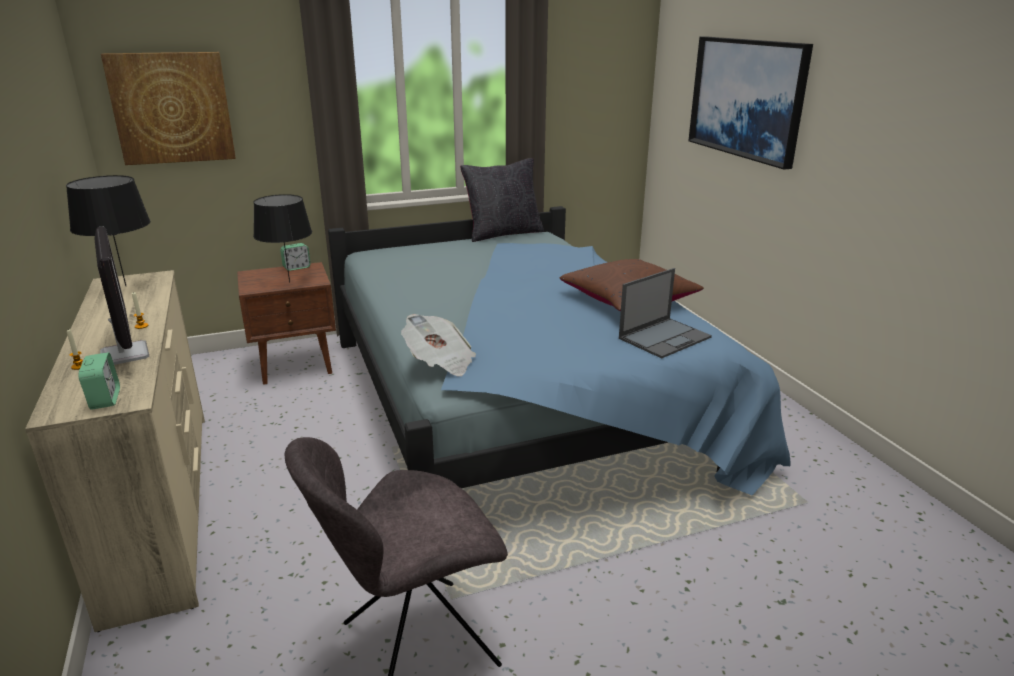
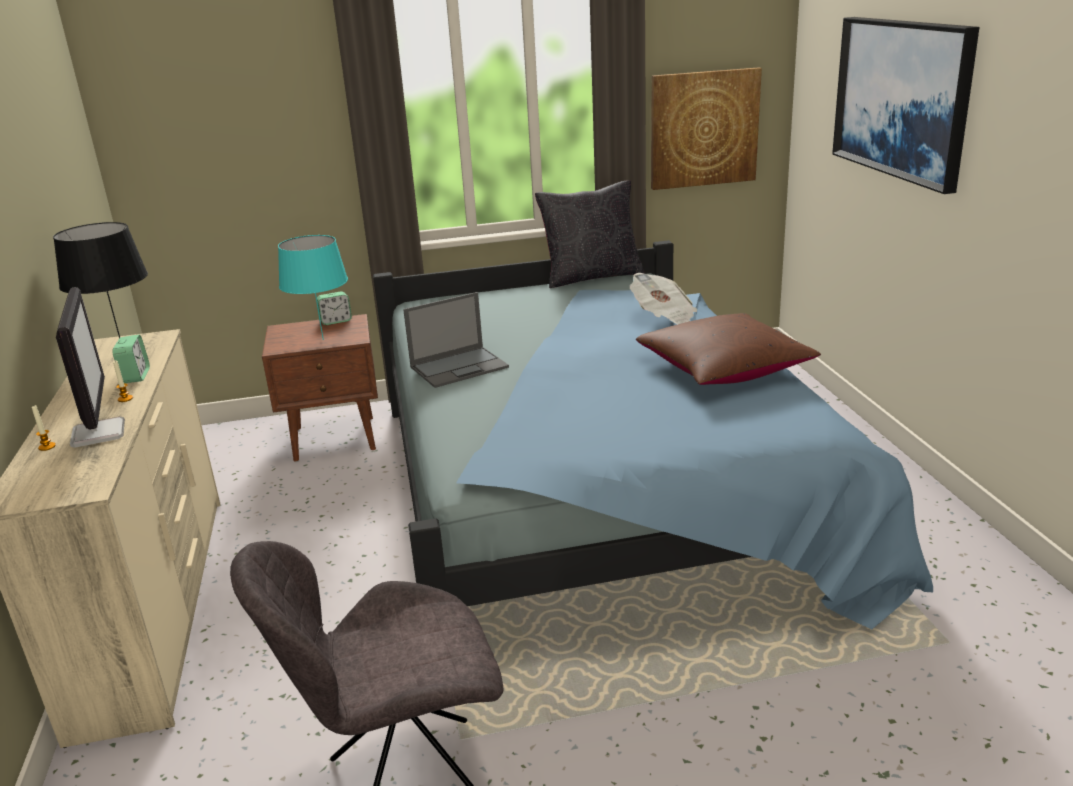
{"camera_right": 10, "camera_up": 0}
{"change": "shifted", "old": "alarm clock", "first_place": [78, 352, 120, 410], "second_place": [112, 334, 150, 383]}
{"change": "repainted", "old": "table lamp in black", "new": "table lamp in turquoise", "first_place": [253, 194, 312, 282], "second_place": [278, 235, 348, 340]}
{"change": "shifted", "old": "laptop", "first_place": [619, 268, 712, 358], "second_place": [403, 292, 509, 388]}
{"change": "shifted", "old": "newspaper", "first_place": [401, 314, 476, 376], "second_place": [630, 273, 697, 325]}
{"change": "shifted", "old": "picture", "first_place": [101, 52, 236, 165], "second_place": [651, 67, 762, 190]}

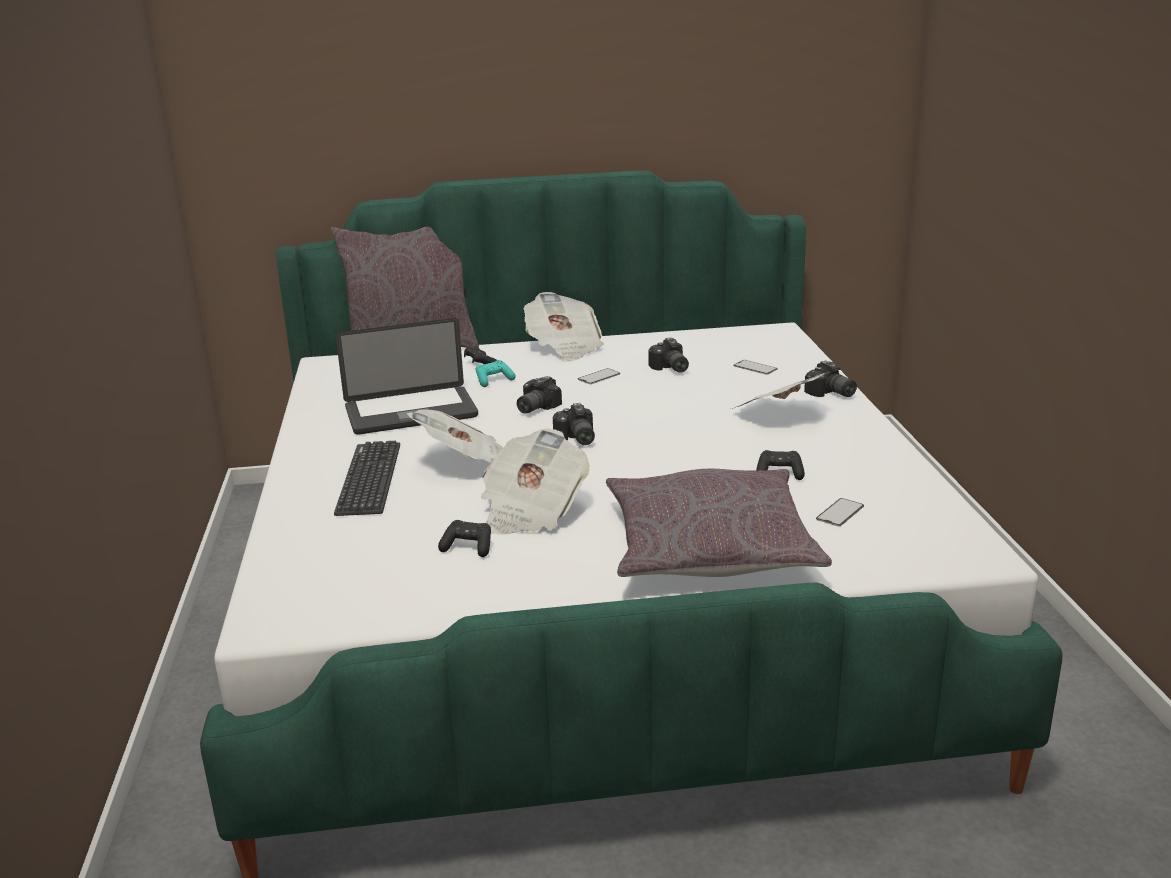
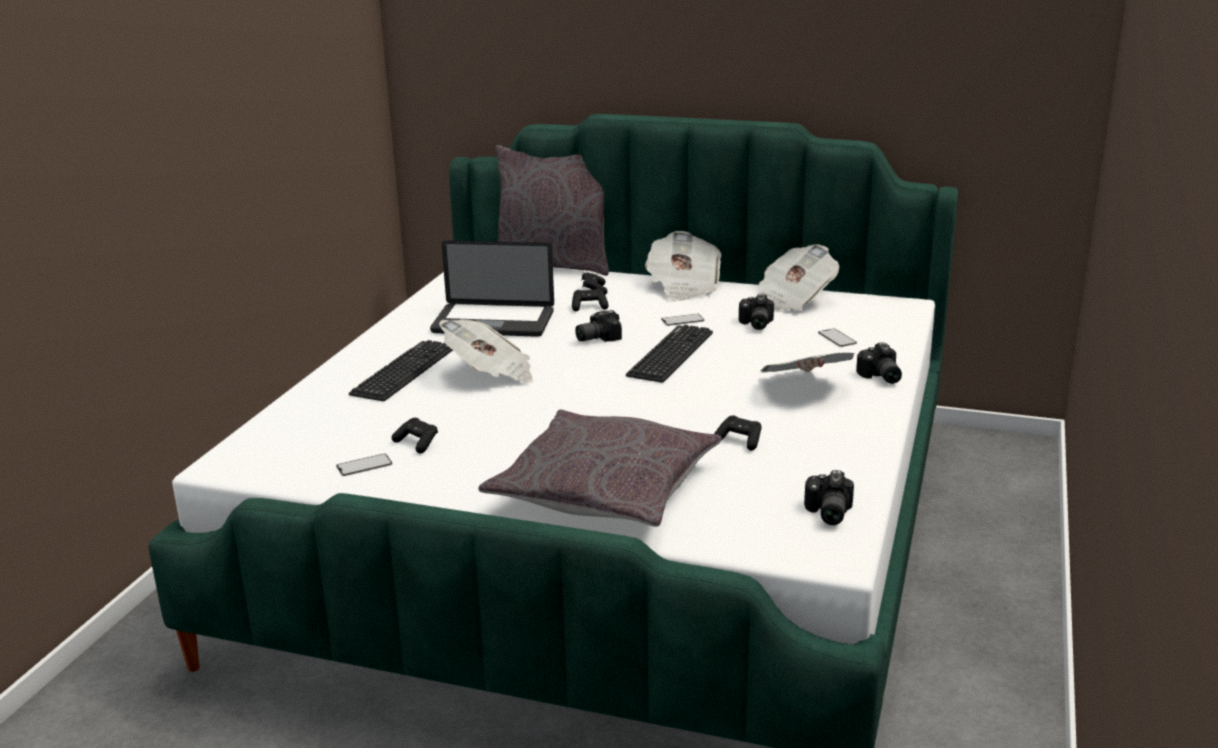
{"camera_right": 25, "camera_up": 0}
{"change": "shifted", "old": "phone", "first_place": [816, 498, 864, 526], "second_place": [336, 454, 392, 476]}
{"change": "repainted", "old": "game controller in turquoise", "new": "game controller in black", "first_place": [476, 360, 516, 387], "second_place": [572, 289, 609, 311]}
{"change": "new", "new": "keyboard", "second_place": [626, 325, 713, 383]}
{"change": "shifted", "old": "newspaper", "first_place": [481, 429, 590, 535], "second_place": [759, 244, 839, 311]}
{"change": "shifted", "old": "photo camera", "first_place": [553, 403, 595, 445], "second_place": [804, 470, 854, 525]}

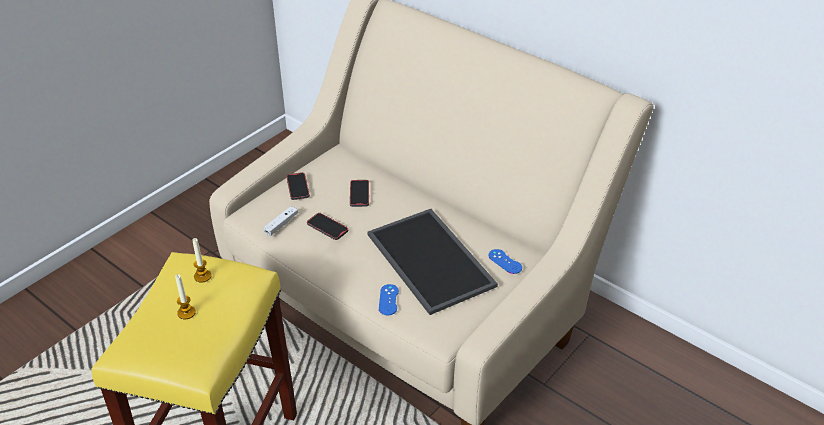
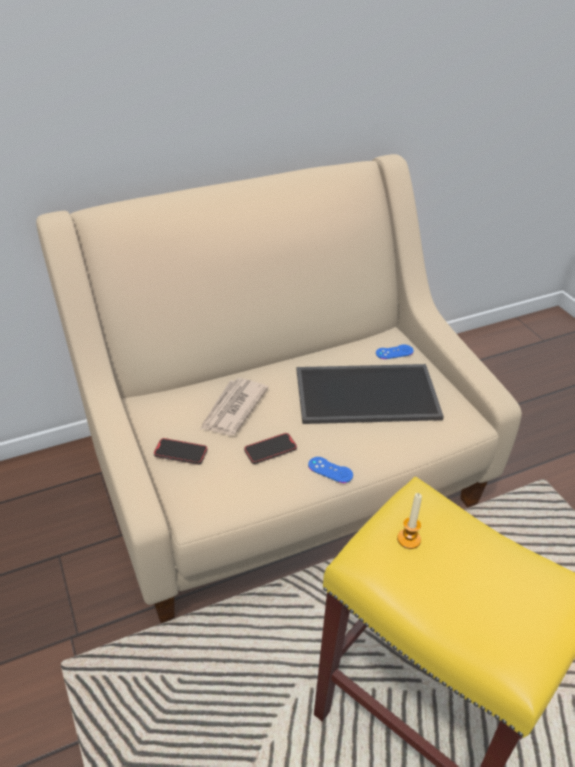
{"camera_right": -65, "camera_up": 0}
{"change": "swapped", "old": "phone", "new": "newspaper", "first_place": [350, 180, 369, 207], "second_place": [200, 378, 268, 435]}
{"change": "shifted", "old": "game controller in blue", "first_place": [379, 284, 399, 316], "second_place": [308, 457, 353, 483]}
{"change": "gone", "old": "candle", "first_place": [175, 274, 196, 319]}
{"change": "gone", "old": "game controller in white", "first_place": [263, 206, 298, 236]}

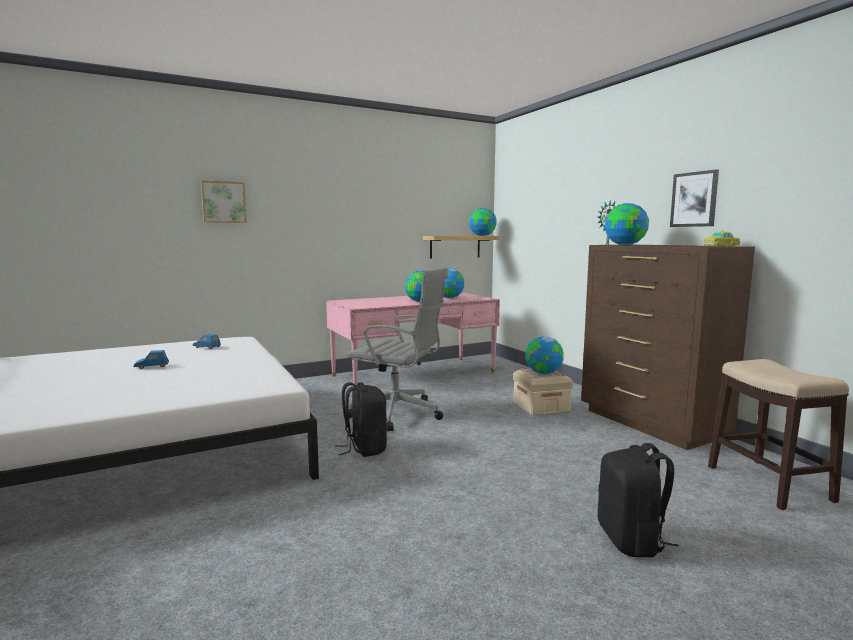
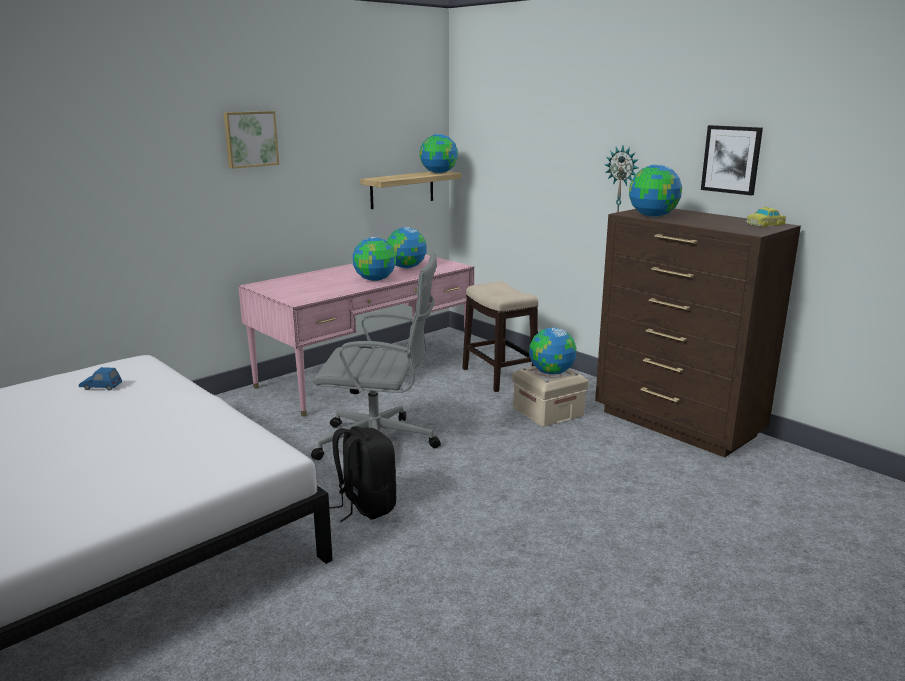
{"camera_right": -15, "camera_up": 10}
{"change": "shifted", "old": "picture", "first_place": [201, 180, 247, 223], "second_place": [224, 111, 279, 169]}
{"change": "shifted", "old": "stool", "first_place": [708, 359, 849, 510], "second_place": [463, 281, 538, 392]}
{"change": "gone", "old": "toy car in blue", "first_place": [133, 350, 169, 369]}
{"change": "gone", "old": "backpack in black", "first_place": [598, 443, 679, 557]}

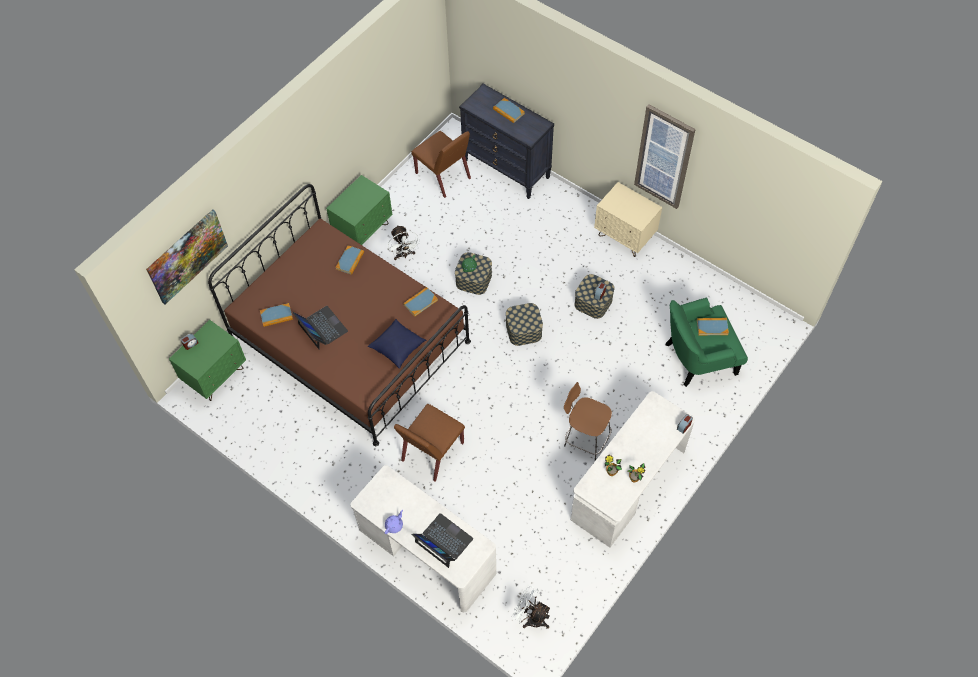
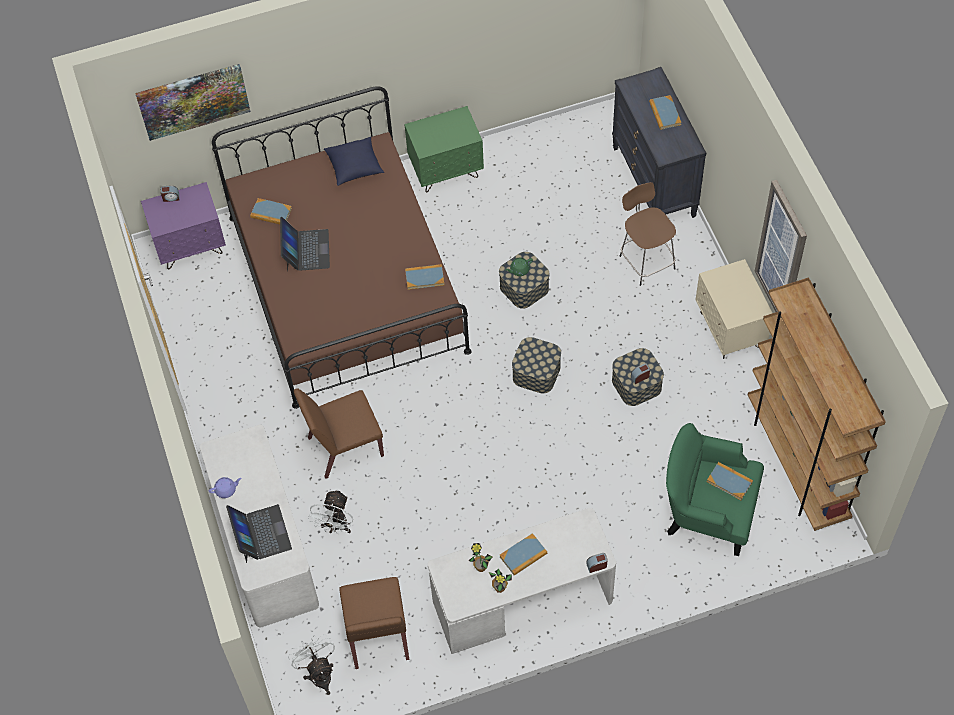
{"camera_right": 35, "camera_up": 0}
{"change": "repainted", "old": "nightstand in green", "new": "nightstand in purple", "first_place": [169, 320, 246, 401], "second_place": [141, 182, 226, 269]}
{"change": "shifted", "old": "fan in white", "first_place": [388, 225, 420, 260], "second_place": [308, 489, 353, 534]}
{"change": "shifted", "old": "pillow in blue", "first_place": [368, 319, 426, 369], "second_place": [324, 137, 384, 186]}
{"change": "shifted", "old": "chair in brown", "first_place": [411, 131, 471, 198], "second_place": [339, 577, 409, 669]}
{"change": "shifted", "old": "book", "first_place": [335, 245, 364, 275], "second_place": [500, 533, 547, 575]}
{"change": "shifted", "old": "stool in brown", "first_place": [564, 382, 612, 461], "second_place": [620, 182, 676, 286]}
{"change": "new", "new": "bookcase in brown", "second_place": [748, 277, 886, 531]}

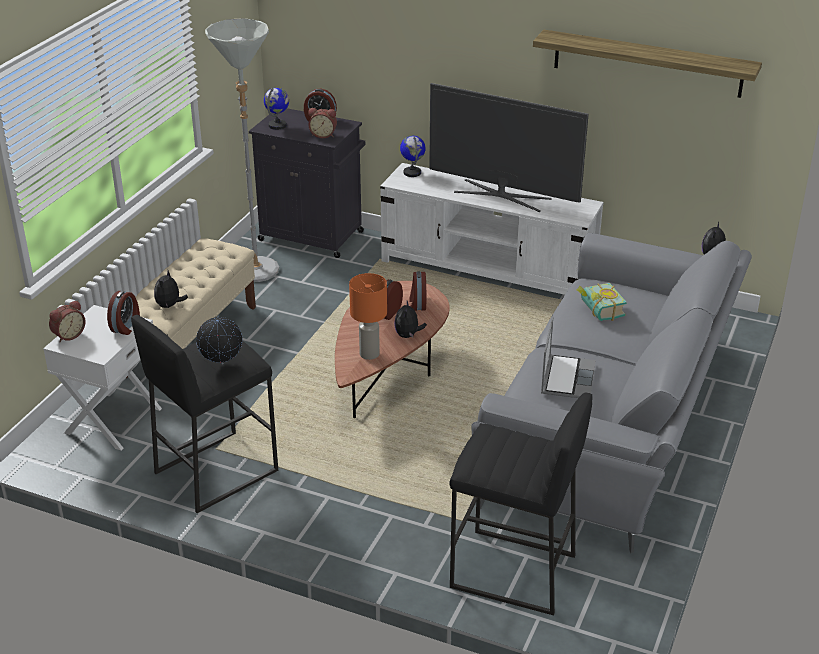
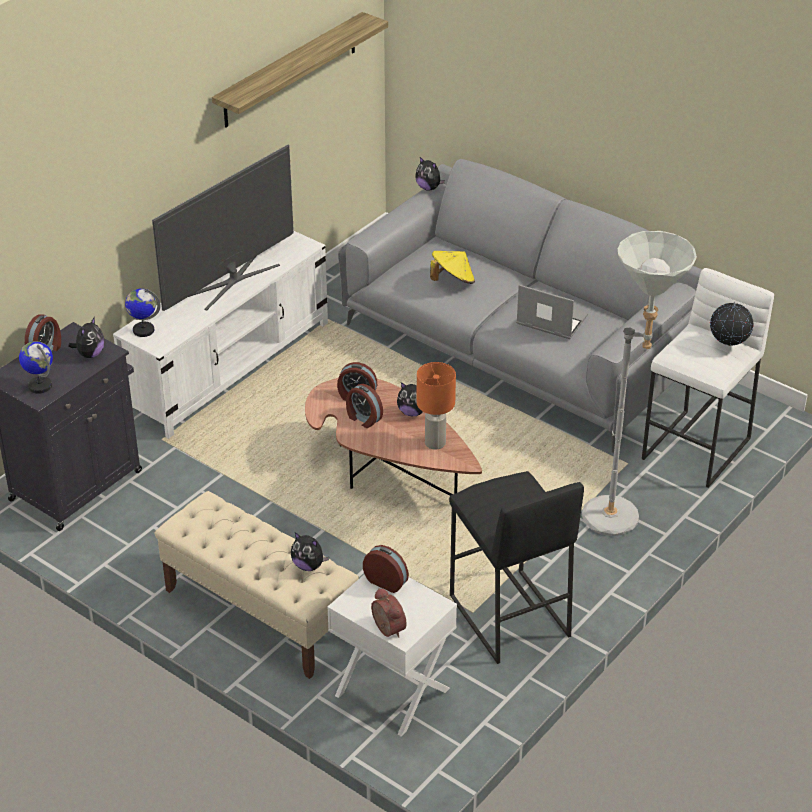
{"camera_right": -75, "camera_up": 5}
{"change": "swapped", "old": "alarm clock", "new": "plush toy", "first_place": [308, 108, 337, 138], "second_place": [68, 317, 104, 358]}
{"change": "swapped", "old": "book", "new": "hat in yellow", "first_place": [577, 283, 627, 321], "second_place": [430, 251, 475, 284]}
{"change": "shifted", "old": "floor lamp in grey", "first_place": [205, 18, 279, 282], "second_place": [582, 231, 697, 536]}
{"change": "repainted", "old": "stool in black", "new": "stool in white", "first_place": [449, 392, 593, 615], "second_place": [642, 268, 774, 488]}
{"change": "shifted", "old": "globe", "first_place": [196, 316, 242, 364], "second_place": [710, 302, 754, 346]}

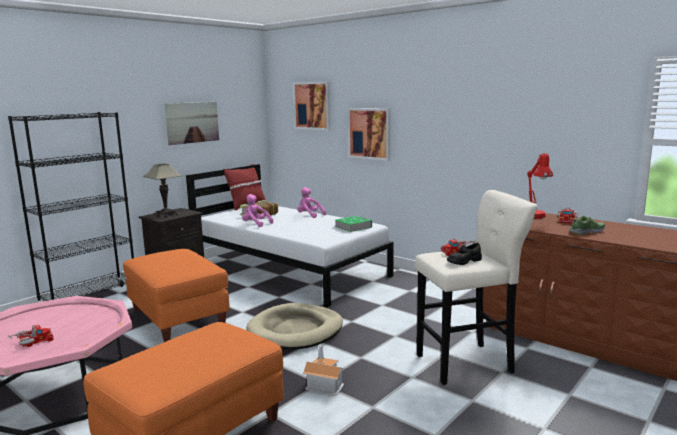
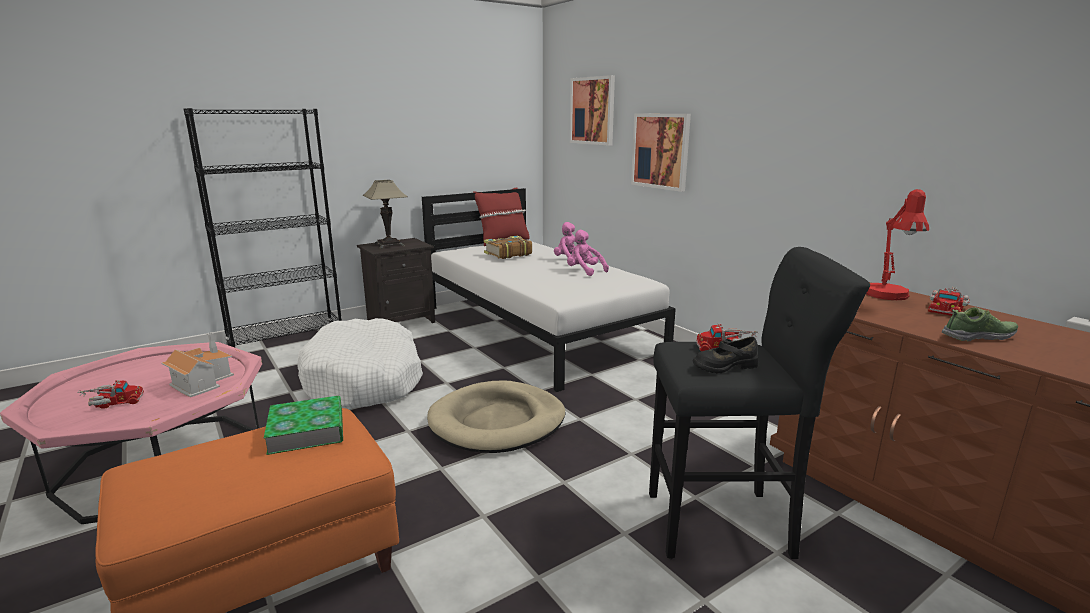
{"camera_right": 15, "camera_up": 5}
{"change": "shifted", "old": "toy house", "first_place": [303, 344, 345, 396], "second_place": [161, 332, 234, 397]}
{"change": "shifted", "old": "book", "first_place": [335, 216, 372, 232], "second_place": [264, 395, 343, 455]}
{"change": "swapped", "old": "ottoman in orange", "new": "dog bed in white", "first_place": [123, 249, 230, 342], "second_place": [297, 318, 423, 409]}
{"change": "shifted", "old": "plush toy in pink", "first_place": [242, 194, 273, 227], "second_place": [567, 230, 609, 276]}
{"change": "repainted", "old": "stool in beige", "new": "stool in black", "first_place": [415, 190, 538, 385], "second_place": [649, 247, 870, 559]}
{"change": "gone", "old": "picture", "first_place": [165, 102, 219, 145]}

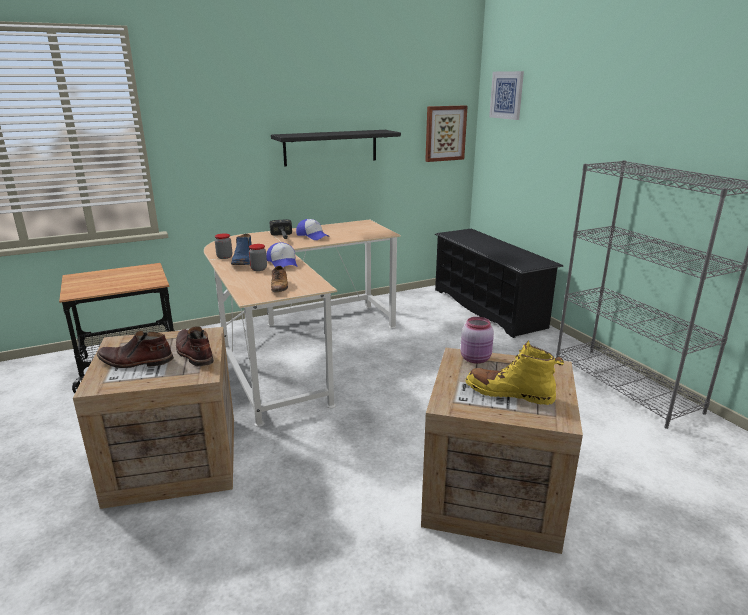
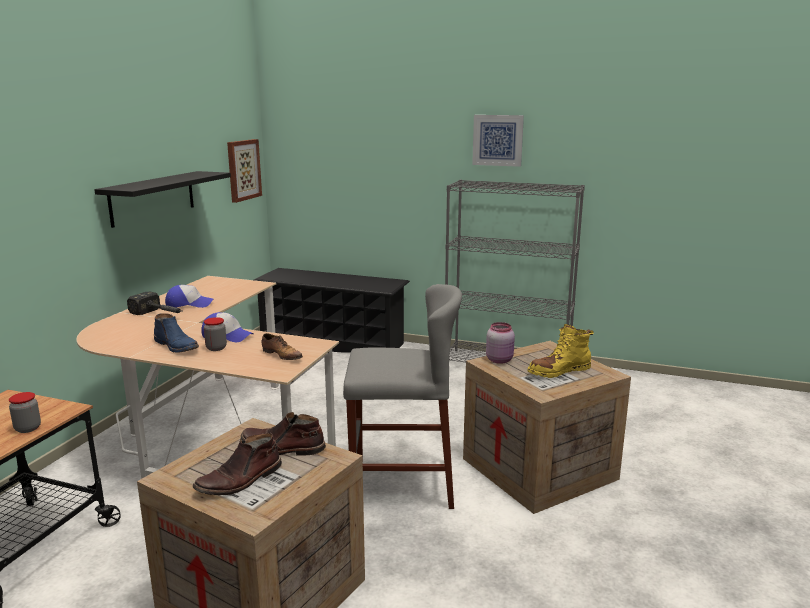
{"camera_right": -45, "camera_up": -5}
{"change": "shifted", "old": "jar", "first_place": [215, 233, 232, 259], "second_place": [9, 392, 41, 433]}
{"change": "new", "new": "stool in grey", "second_place": [343, 284, 462, 509]}
{"change": "shifted", "old": "picture", "first_place": [489, 71, 524, 120], "second_place": [472, 115, 524, 167]}

